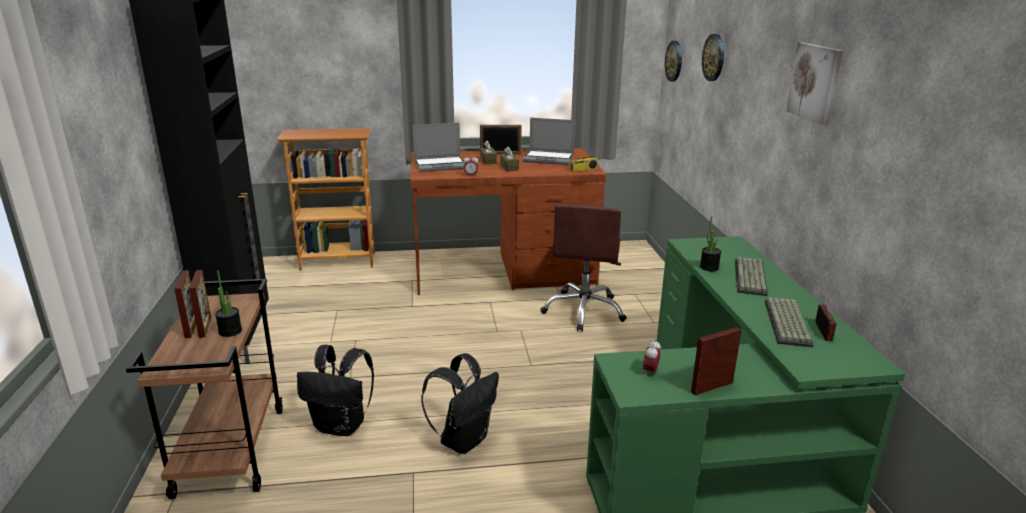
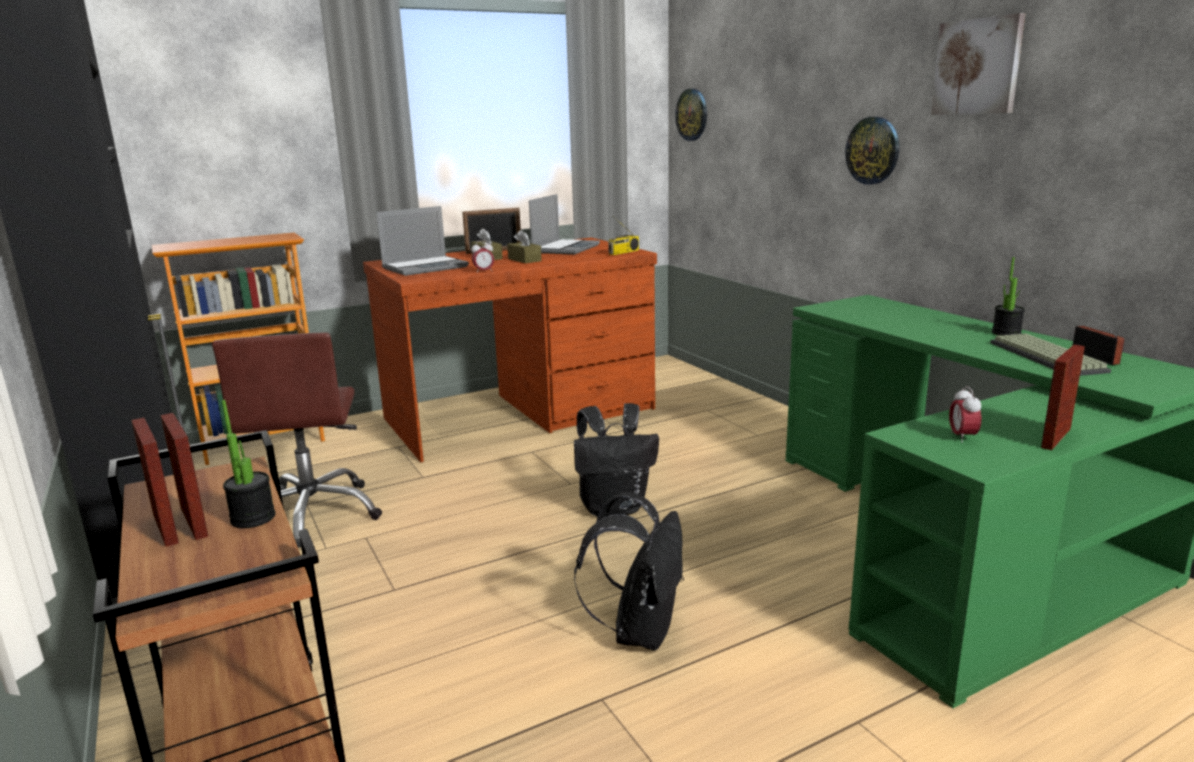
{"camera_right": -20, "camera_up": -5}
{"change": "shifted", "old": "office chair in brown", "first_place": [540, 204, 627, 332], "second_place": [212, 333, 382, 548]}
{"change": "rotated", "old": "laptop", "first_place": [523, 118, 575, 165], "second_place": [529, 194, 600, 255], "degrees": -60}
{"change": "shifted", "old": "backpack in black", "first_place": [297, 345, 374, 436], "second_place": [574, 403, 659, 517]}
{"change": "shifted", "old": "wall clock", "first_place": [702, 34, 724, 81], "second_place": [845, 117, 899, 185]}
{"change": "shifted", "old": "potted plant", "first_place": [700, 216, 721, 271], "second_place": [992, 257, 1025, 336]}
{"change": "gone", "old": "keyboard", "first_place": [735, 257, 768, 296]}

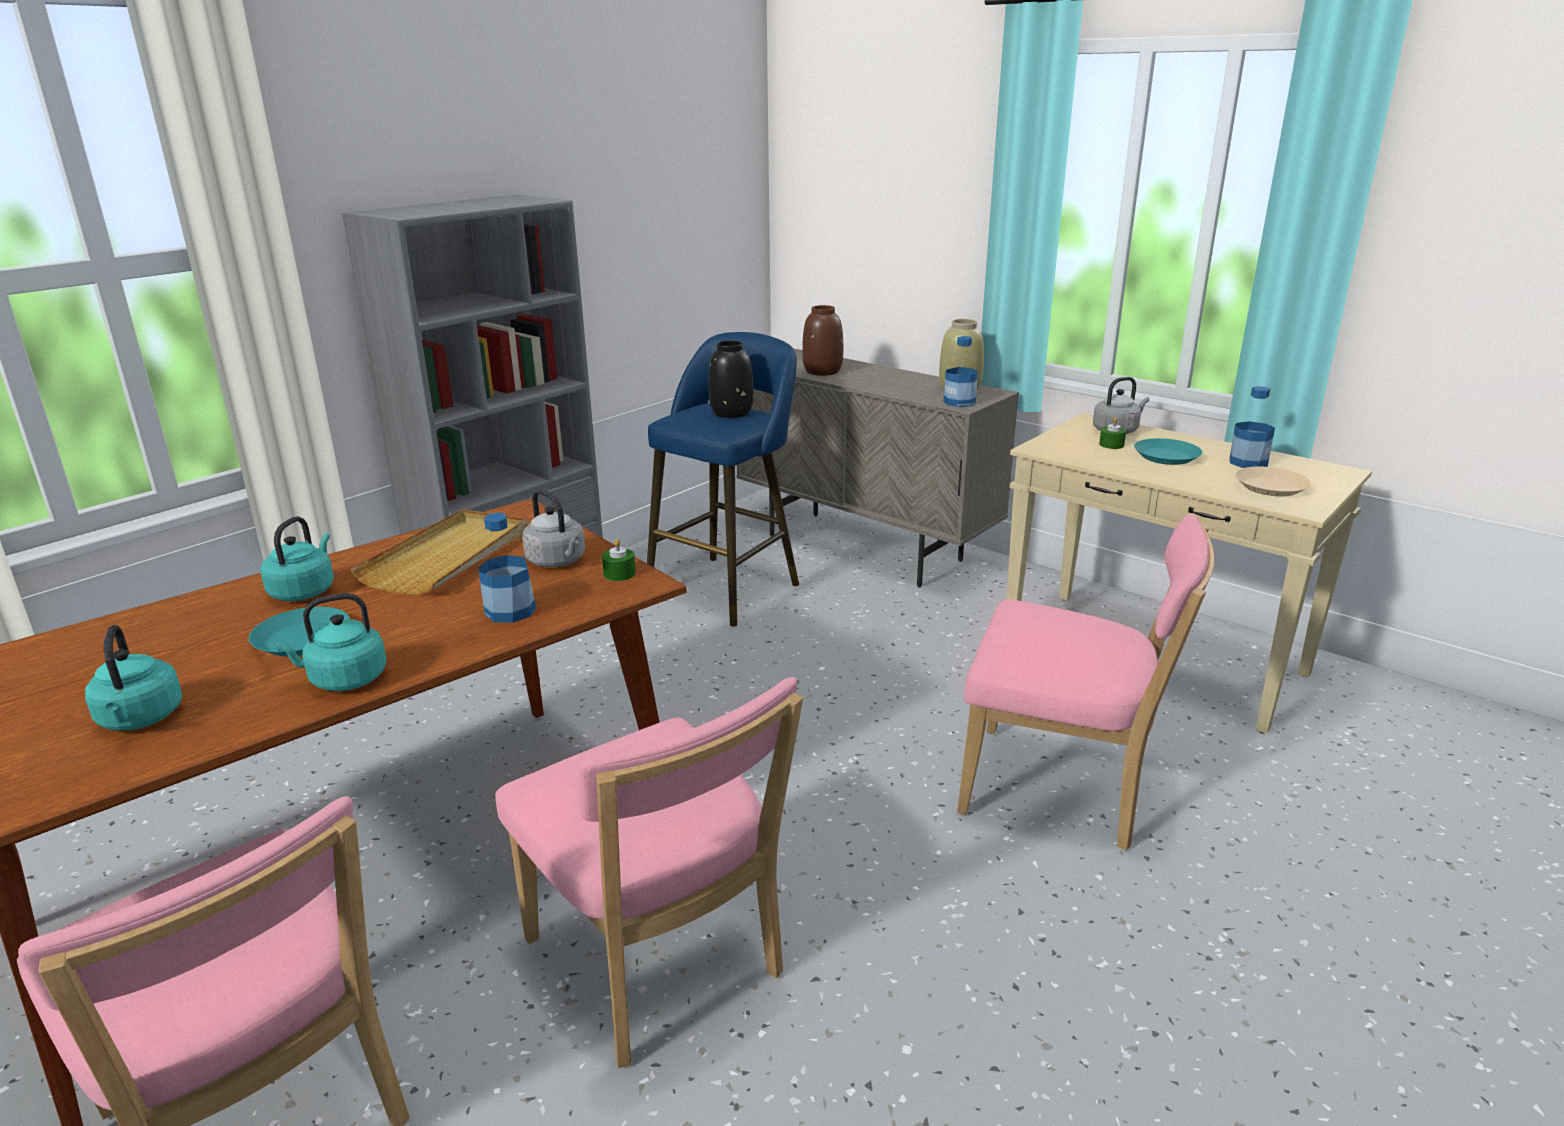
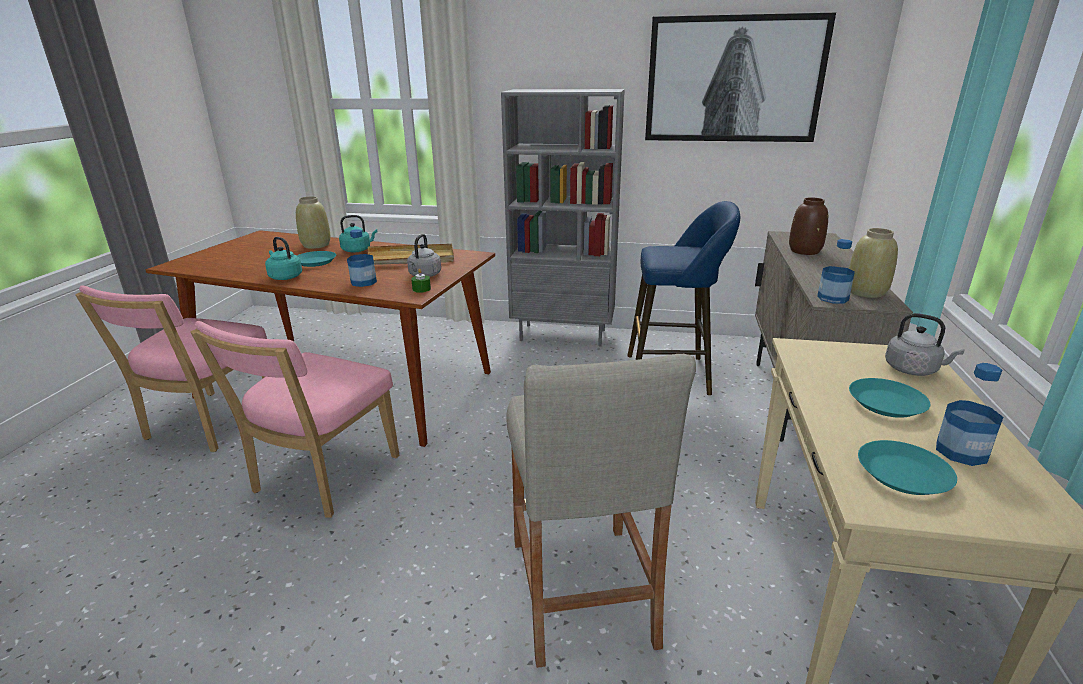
{"camera_right": 60, "camera_up": 0}
{"change": "new", "new": "vase in beige", "second_place": [296, 196, 331, 249]}
{"change": "swapped", "old": "chair in pink", "new": "stool in beige", "first_place": [957, 514, 1214, 850], "second_place": [506, 354, 696, 668]}
{"change": "new", "new": "picture", "second_place": [645, 13, 836, 142]}
{"change": "repainted", "old": "plate in beige", "new": "plate in turquoise", "first_place": [1235, 466, 1311, 496], "second_place": [858, 440, 957, 495]}
{"change": "gone", "old": "kettle in turquoise", "first_place": [85, 625, 182, 731]}
{"change": "gone", "old": "vase in black", "first_place": [708, 340, 754, 418]}
{"change": "gone", "old": "candle in green", "first_place": [1099, 417, 1126, 449]}

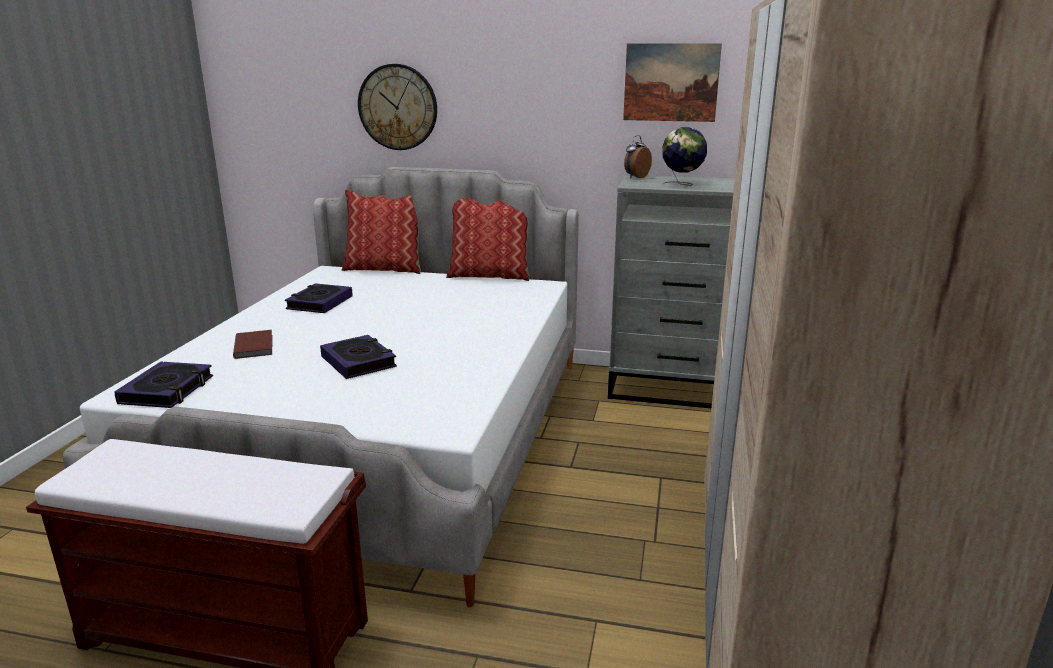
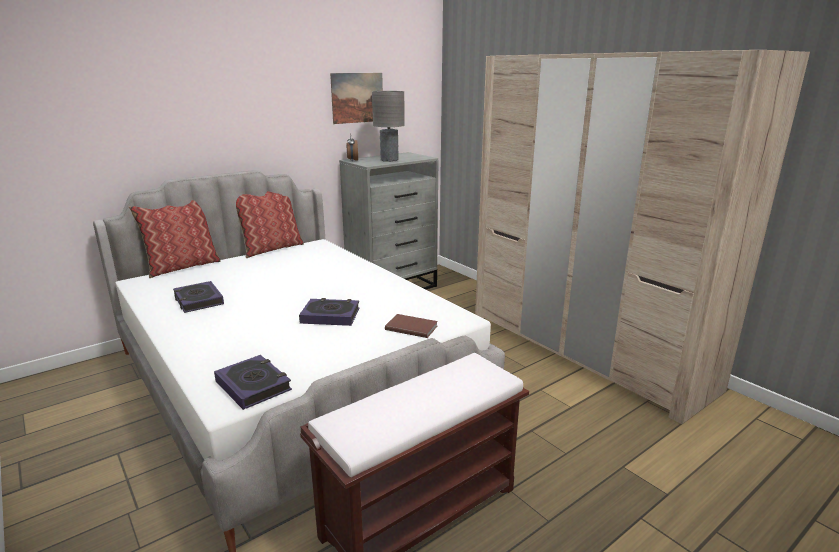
{"camera_right": -50, "camera_up": 0}
{"change": "swapped", "old": "globe", "new": "table lamp in grey", "first_place": [662, 127, 707, 186], "second_place": [372, 91, 405, 162]}
{"change": "shifted", "old": "book in brown", "first_place": [233, 330, 273, 359], "second_place": [385, 314, 438, 338]}
{"change": "gone", "old": "wall clock", "first_place": [358, 64, 437, 150]}

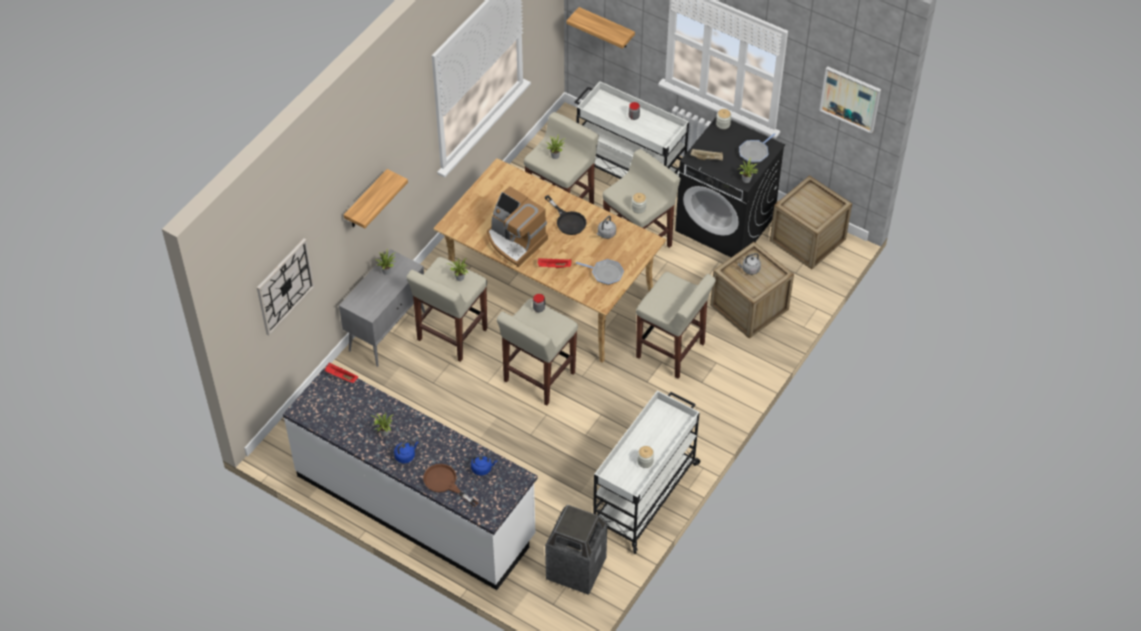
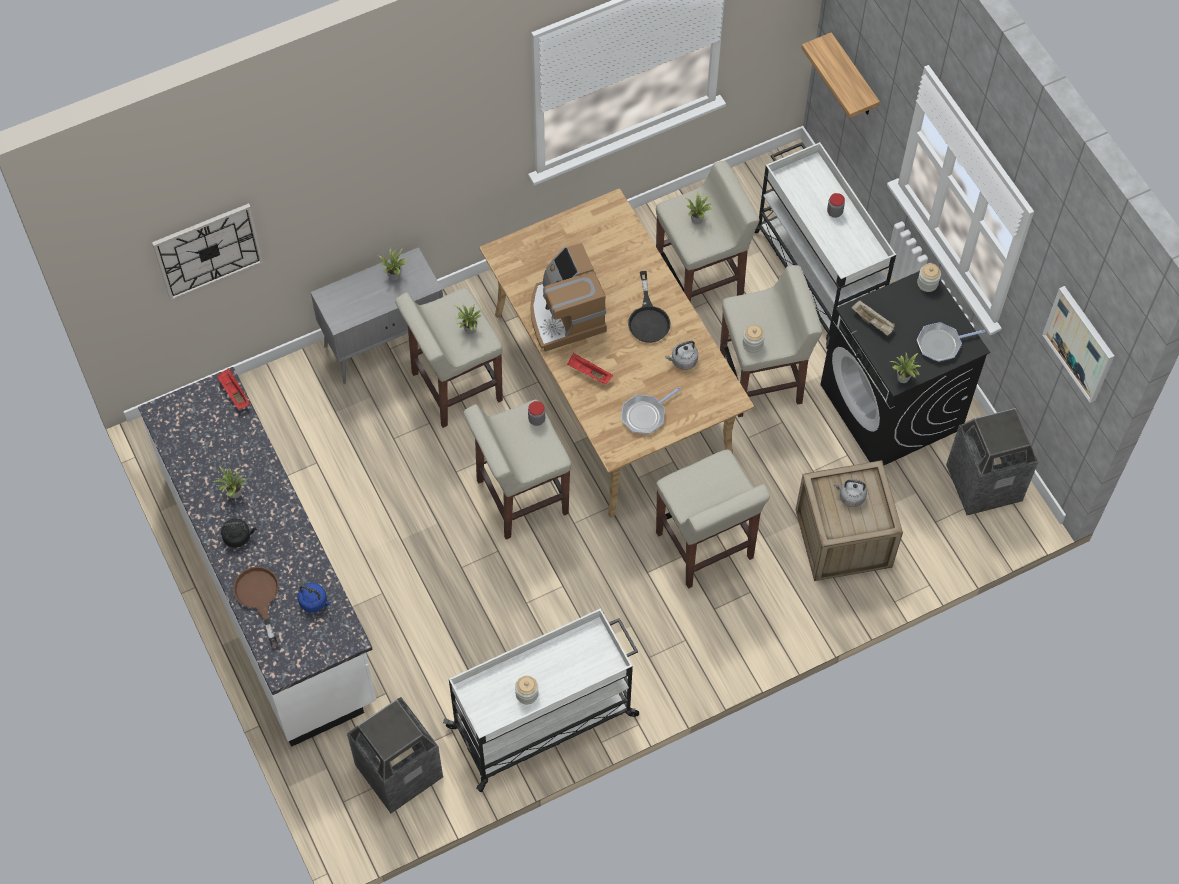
{"camera_right": 30, "camera_up": 10}
{"change": "repainted", "old": "kettle in blue", "new": "kettle in black", "first_place": [394, 440, 419, 463], "second_place": [221, 519, 257, 548]}
{"change": "rotated", "old": "frying pan", "first_place": [576, 259, 624, 285], "second_place": [621, 387, 681, 434], "degrees": 90}
{"change": "swapped", "old": "crate", "new": "trash can", "first_place": [770, 175, 852, 269], "second_place": [946, 408, 1038, 515]}
{"change": "gone", "old": "shelf", "first_place": [344, 169, 408, 229]}

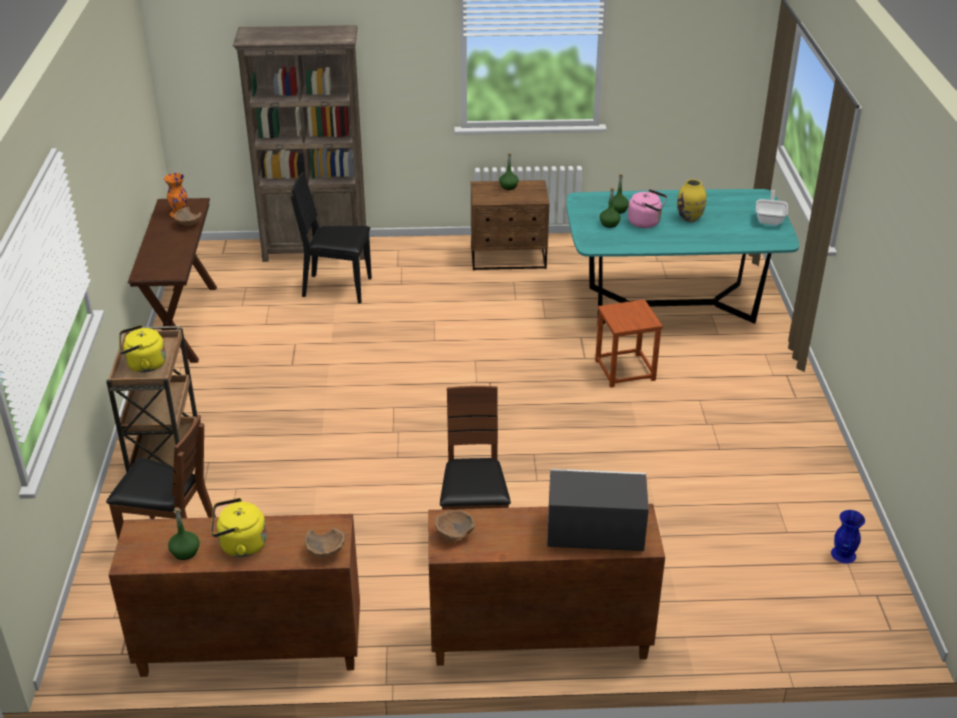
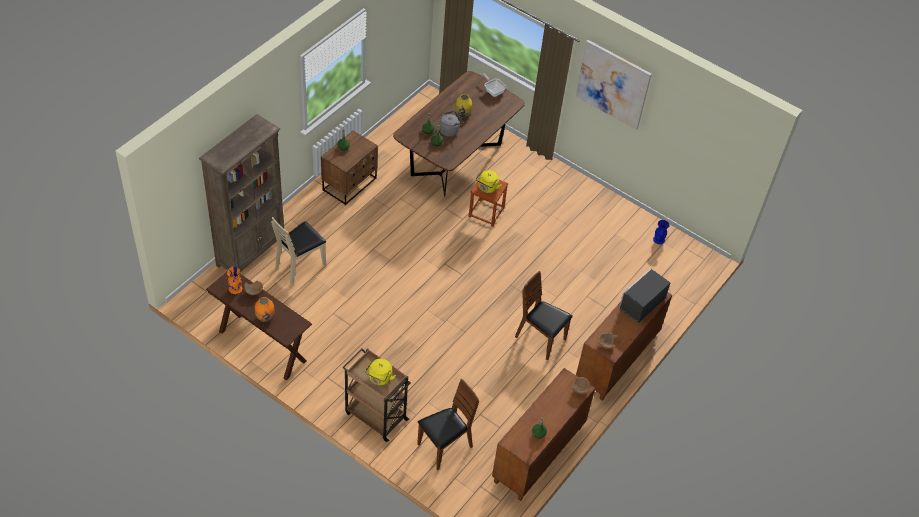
{"camera_right": -55, "camera_up": 15}
{"change": "new", "new": "vase in orange", "second_place": [255, 297, 275, 322]}
{"change": "repainted", "old": "chair in black", "new": "chair in beige", "first_place": [291, 172, 372, 304], "second_place": [271, 217, 326, 285]}
{"change": "repainted", "old": "dining table in turquoise", "new": "dining table in brown", "first_place": [566, 189, 799, 324], "second_place": [393, 71, 525, 197]}
{"change": "repainted", "old": "kettle in pink", "new": "kettle in grey", "first_place": [628, 189, 667, 228], "second_place": [439, 111, 463, 137]}
{"change": "shifted", "old": "kettle in yellow", "first_place": [211, 498, 267, 557], "second_place": [476, 170, 501, 193]}
{"change": "new", "new": "picture", "second_place": [576, 40, 652, 130]}

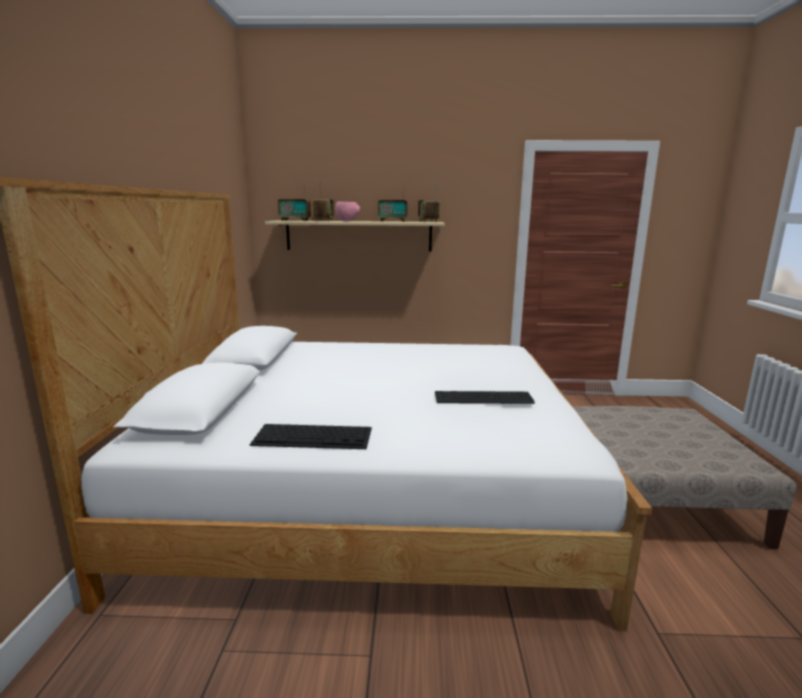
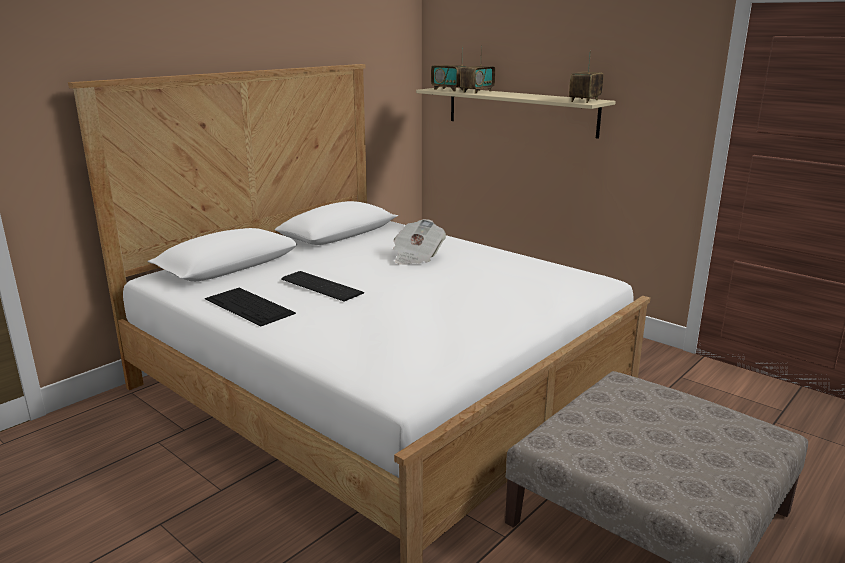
{"camera_right": 40, "camera_up": 5}
{"change": "shifted", "old": "keyboard", "first_place": [435, 391, 535, 404], "second_place": [281, 271, 364, 301]}
{"change": "new", "new": "newspaper", "second_place": [393, 219, 446, 265]}
{"change": "gone", "old": "bowl in pink", "first_place": [335, 202, 360, 221]}
{"change": "gone", "old": "radio", "first_place": [378, 182, 408, 222]}

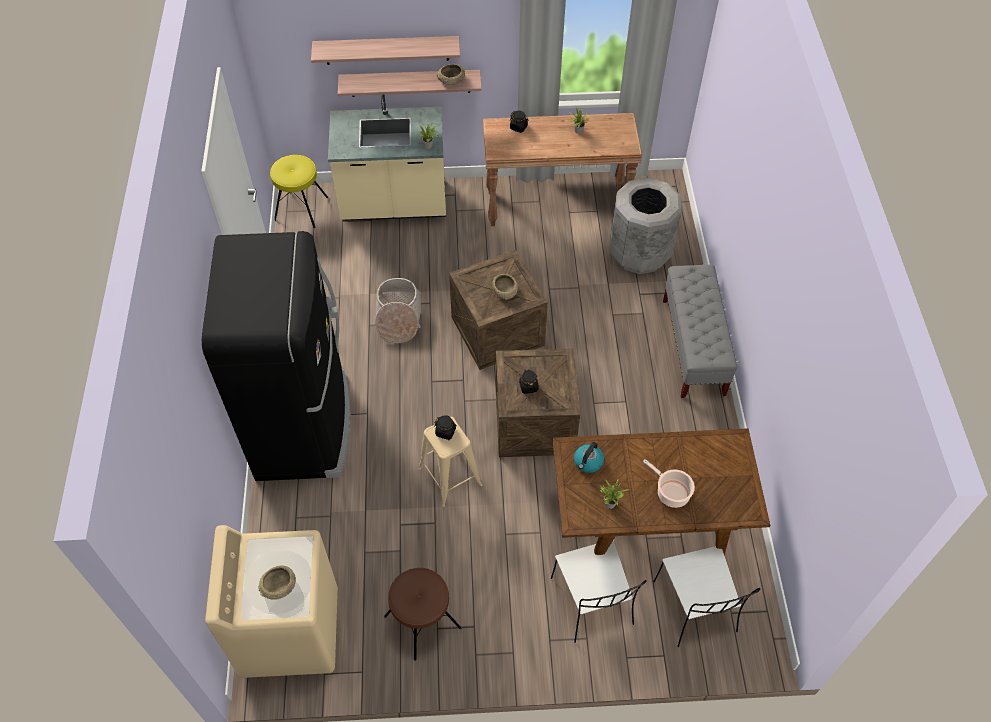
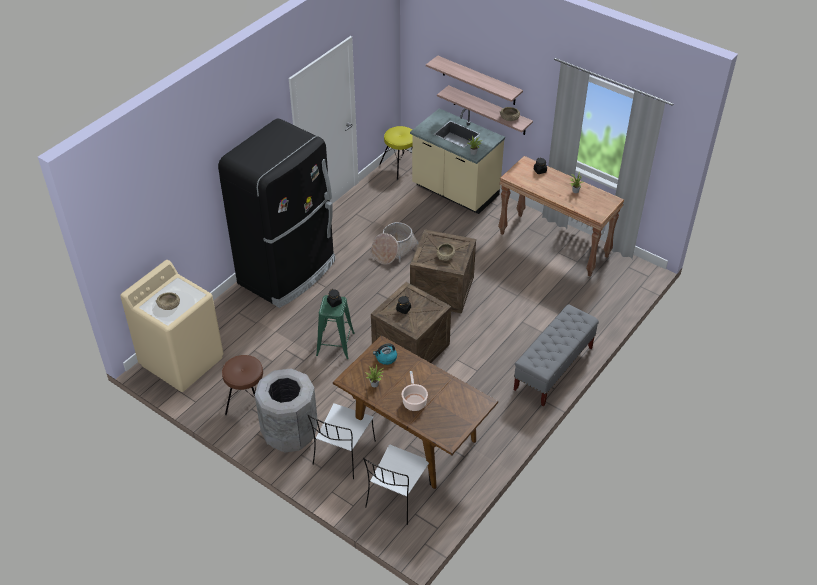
{"camera_right": 40, "camera_up": -10}
{"change": "shifted", "old": "trash can in grey", "first_place": [610, 178, 682, 274], "second_place": [255, 368, 318, 453]}
{"change": "repainted", "old": "stool in beige", "new": "stool in green", "first_place": [418, 417, 482, 507], "second_place": [316, 295, 355, 359]}

